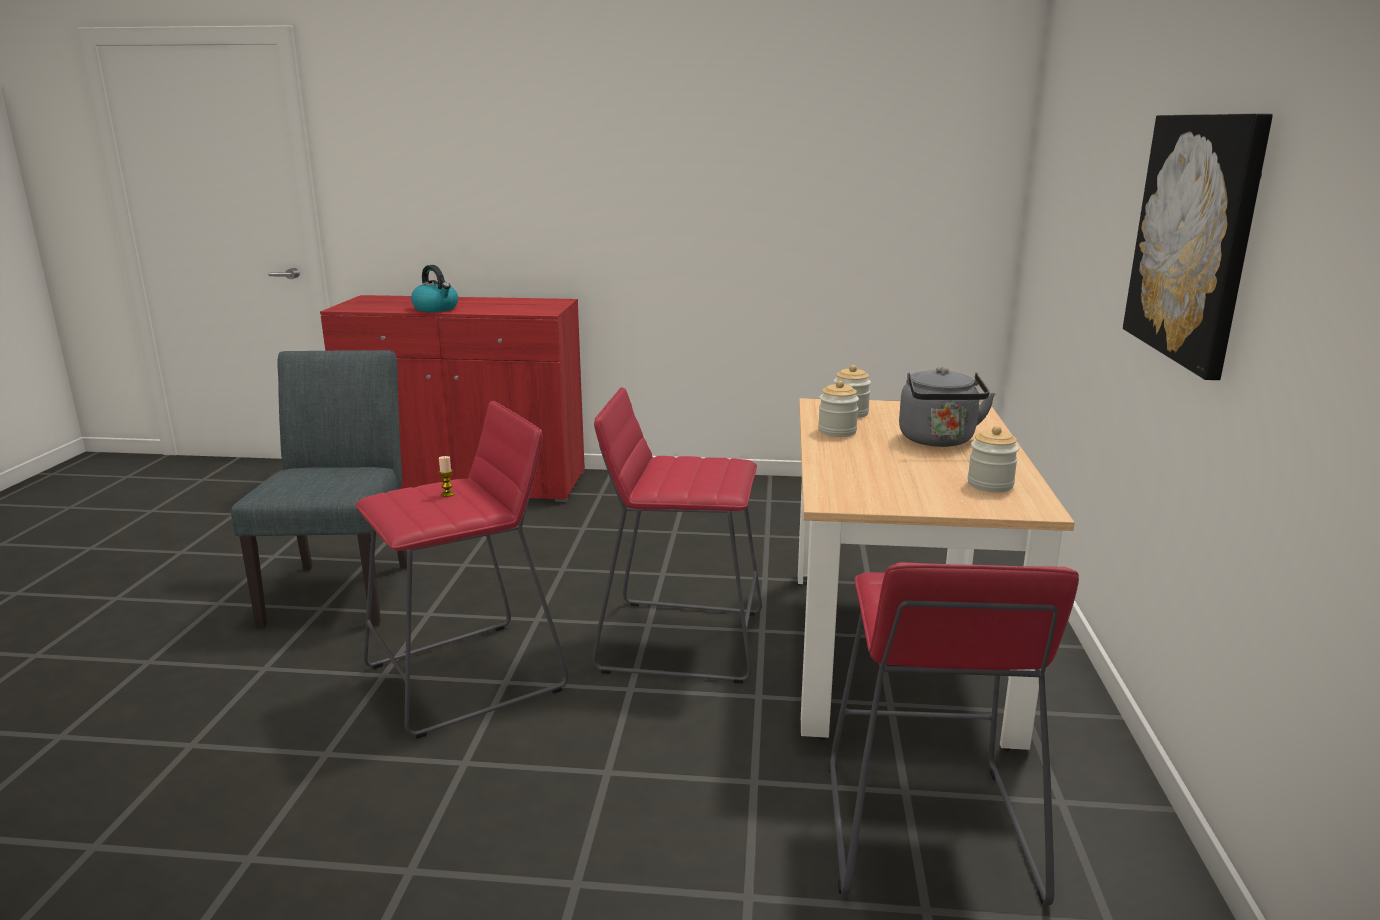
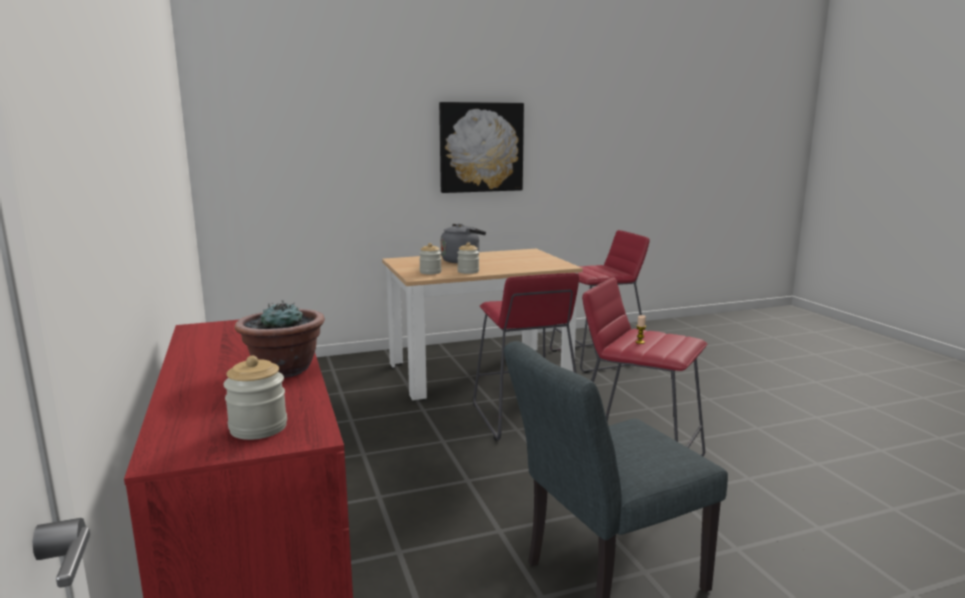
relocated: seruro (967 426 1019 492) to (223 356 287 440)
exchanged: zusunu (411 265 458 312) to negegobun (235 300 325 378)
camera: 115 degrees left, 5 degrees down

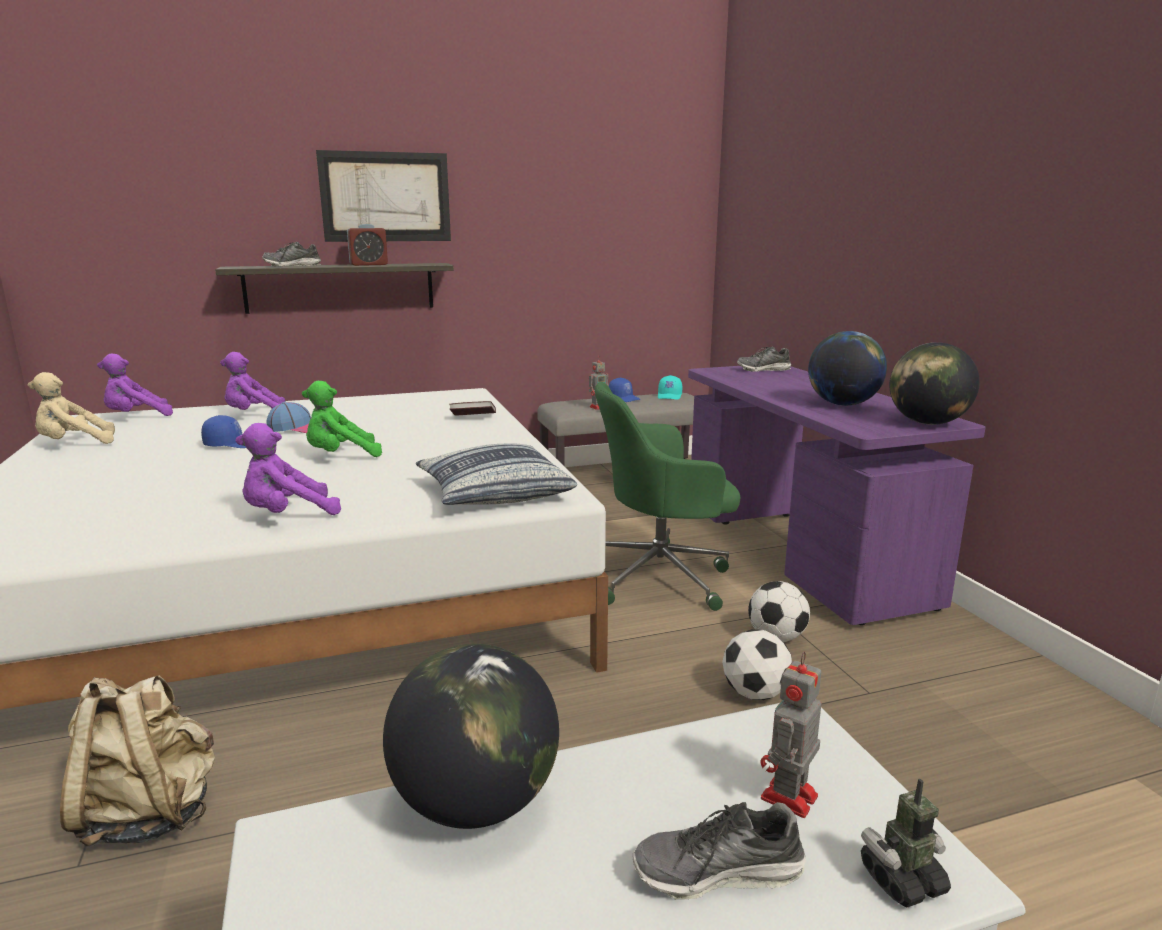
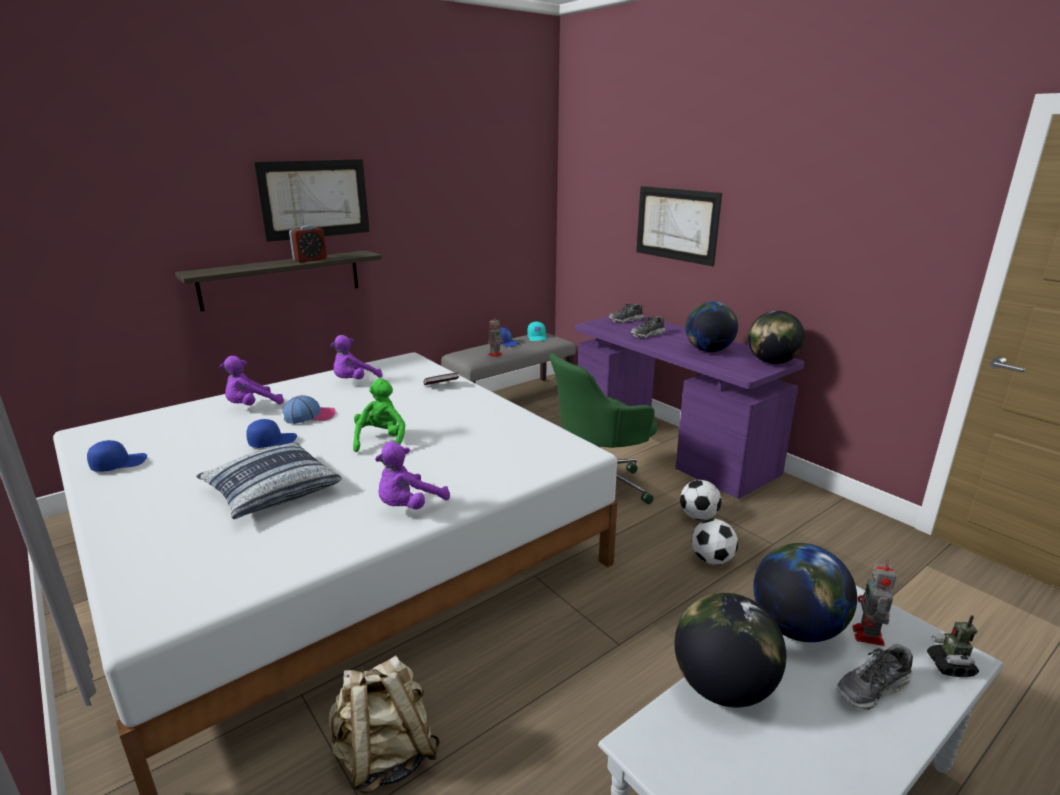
appeared: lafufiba (636 186 722 266); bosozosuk (753 543 857 642)
relocated: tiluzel (262 242 321 266) to (631 316 665 338); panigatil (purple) (97 354 173 416) to (331 335 383 379); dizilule (416 444 577 505) to (196 442 342 519)
exchanged: panigatil (beige) (28 372 115 444) to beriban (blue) (87 440 147 472)
spun: panigatil (green) (302 381 382 457) = (353 378 405 452) 135 degrees clockwise; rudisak (861 779 951 907) = (927 616 979 677) 45 degrees counterclockwise
camera: 20 degrees left, 5 degrees up

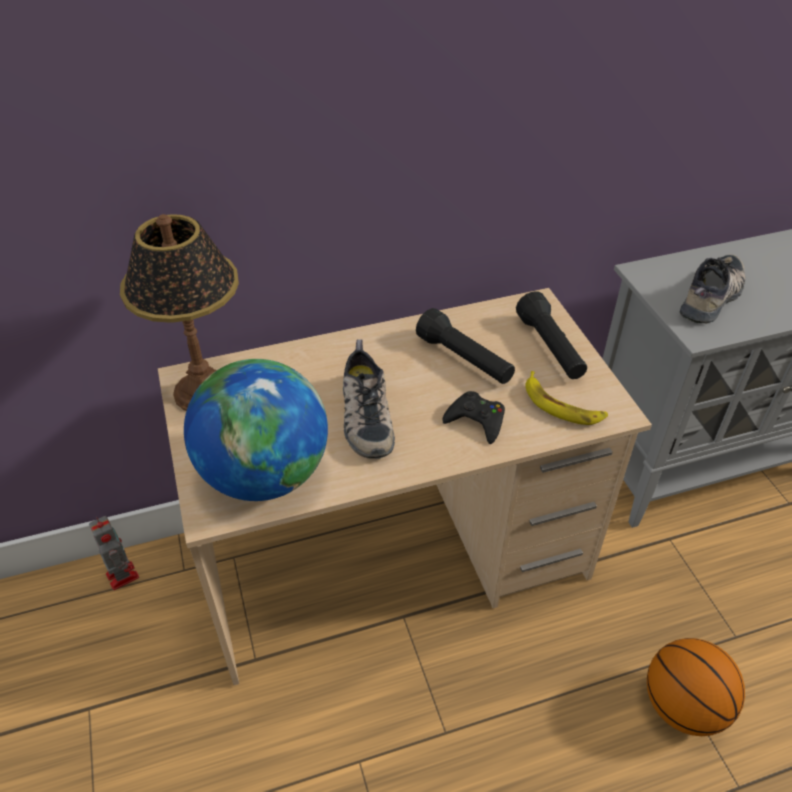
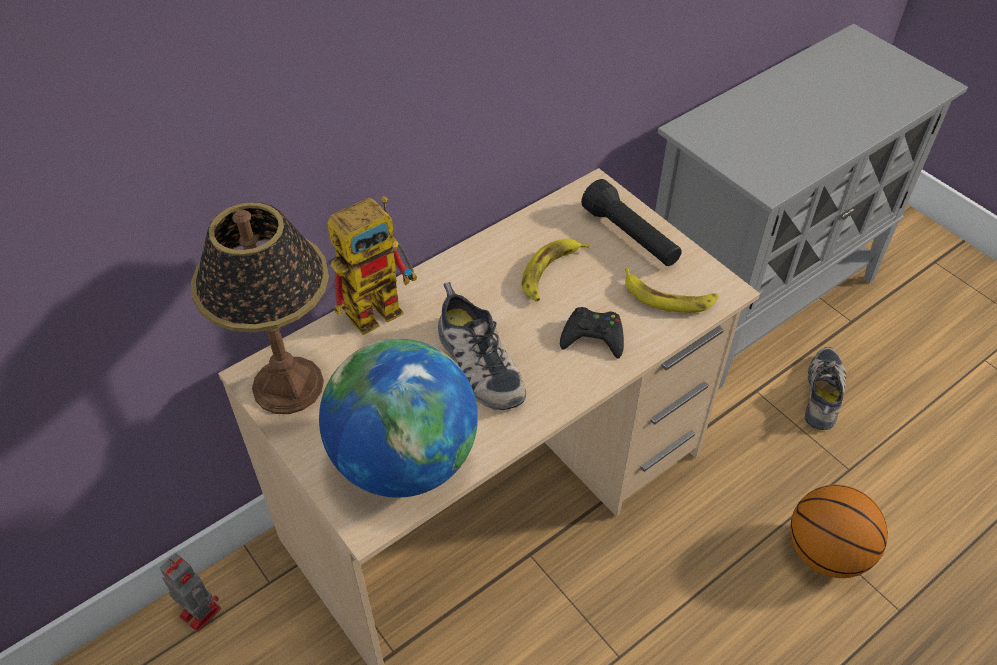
appeared: rudisak (327 196 417 335)
relocated: tiluzel (680 255 745 324) to (805 347 846 430)
exchanged: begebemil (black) (416 308 515 384) to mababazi (521 239 590 302)
camera: 20 degrees left, 5 degrees up

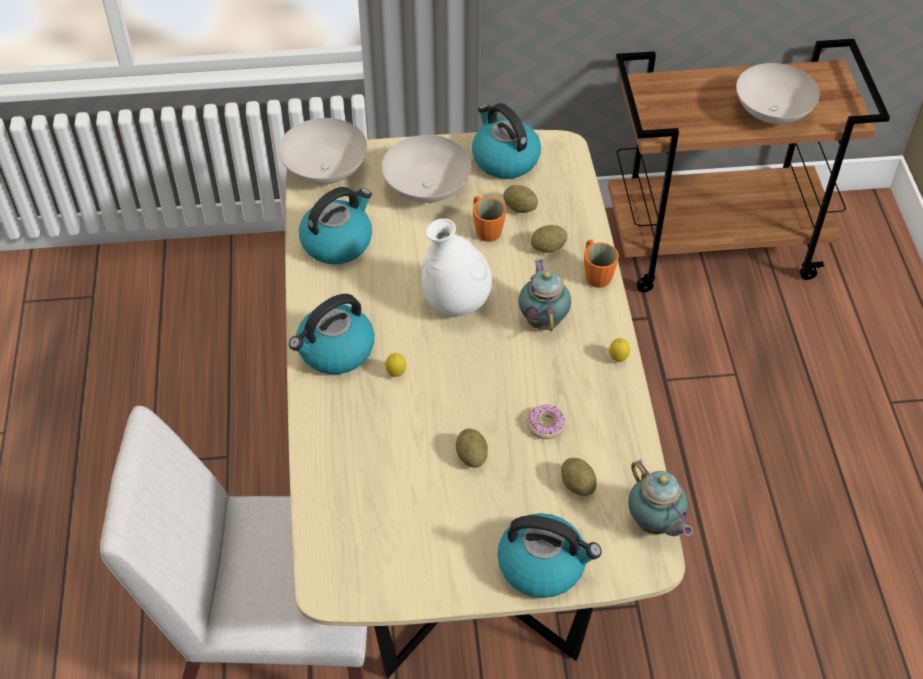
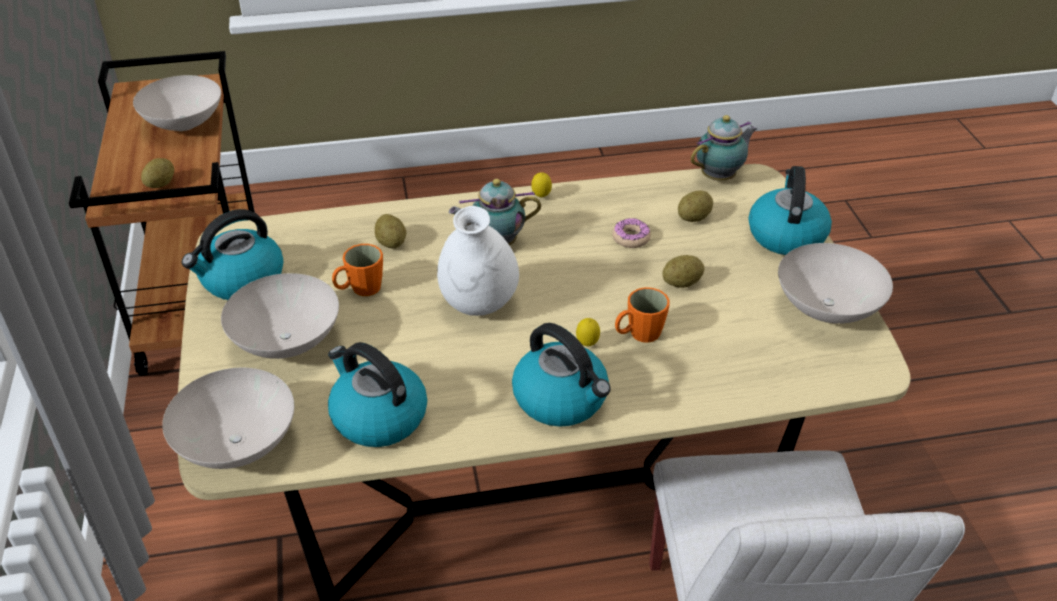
appeared: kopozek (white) (778 243 893 324)
relocated: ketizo (503 185 538 213) to (141 158 174 188); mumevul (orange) (584 240 619 288) to (615 287 670 343)
camera: 95 degrees left, 10 degrees down

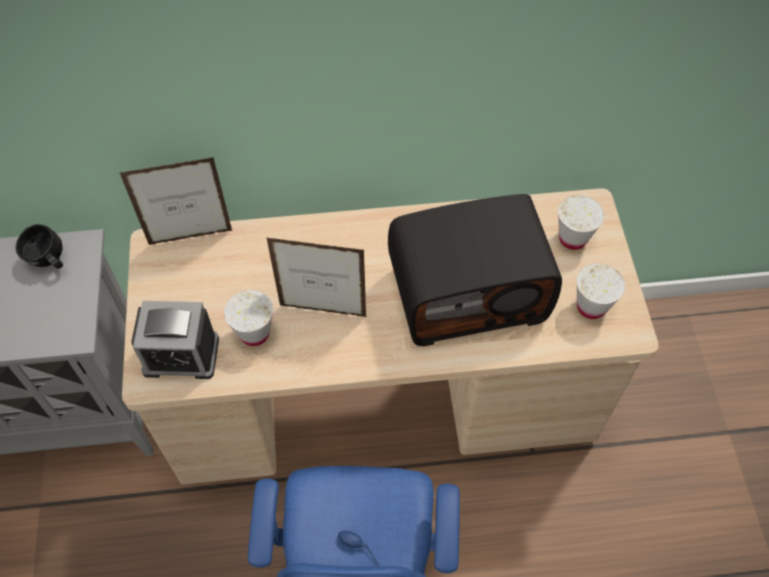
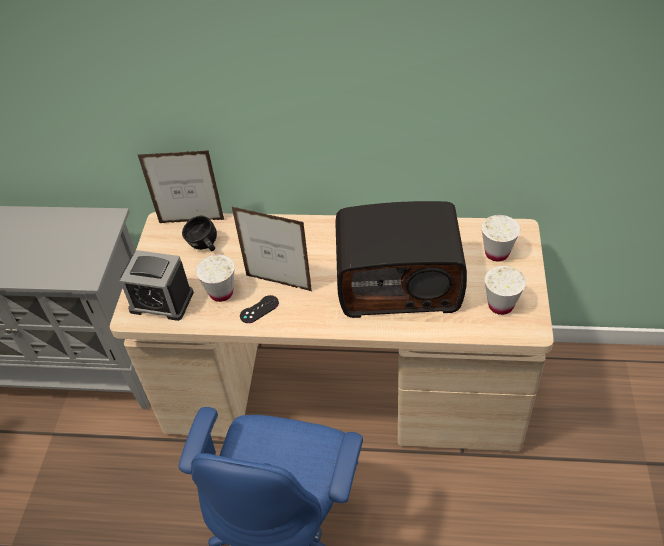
appeared: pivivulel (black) (240 295 279 323)
relocated: mumevul (black) (16 224 63 269) to (182 215 217 251)
camera: 15 degrees right, 10 degrees down

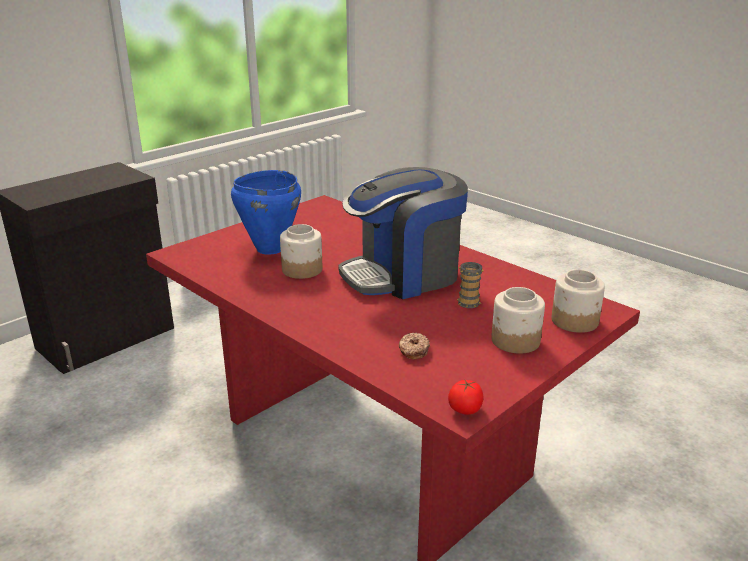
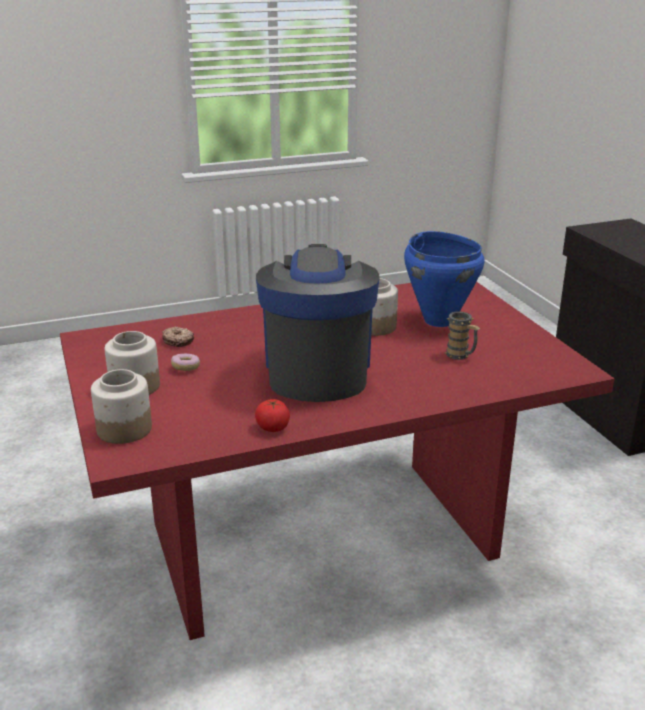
appeared: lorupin (171 354 200 371)
relocated: mumevul (457 262 484 308) to (445 311 480 360); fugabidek (448 379 483 415) to (255 399 290 432)
camera: 115 degrees right, 0 degrees up

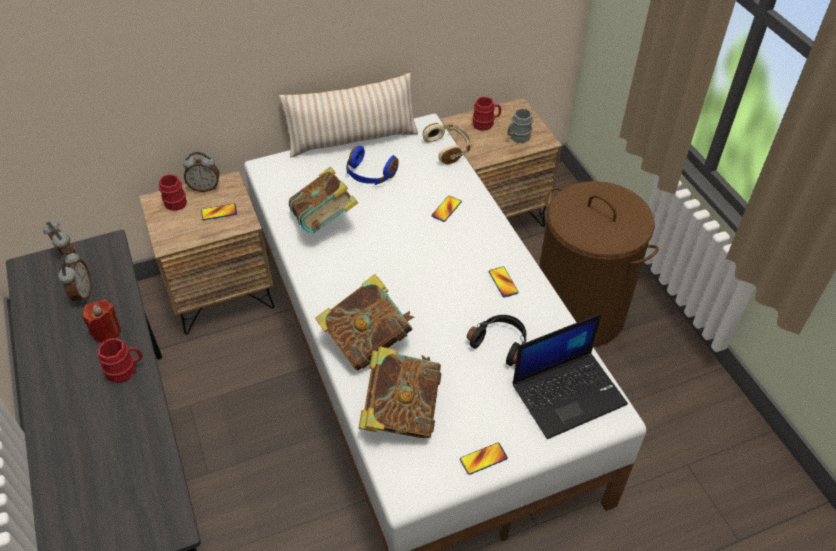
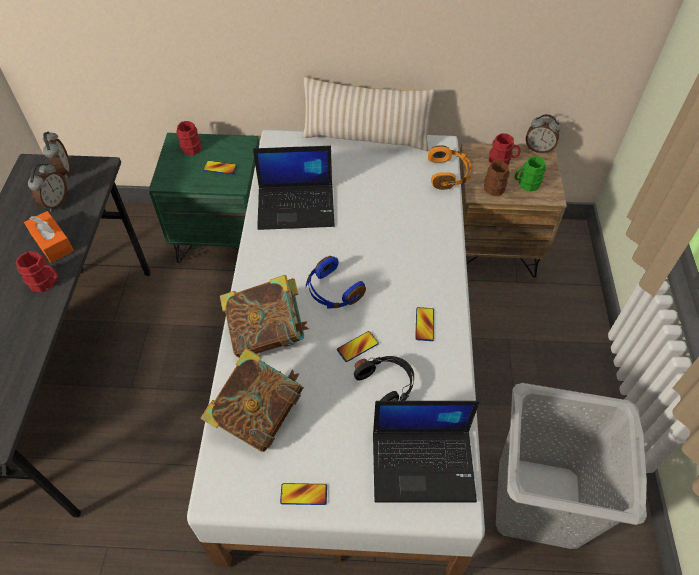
missing: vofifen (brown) (539 181 659 347)
appeared: mumevul (brown) (484 160 510 196); vofifen (grey) (496 383 647 549)
relocated: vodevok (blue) (346 146 399 185) to (306 256 366 309); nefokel (183 152 219 192) to (526 114 561 153); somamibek (431 196 462 222) to (337 331 379 362)
exchanged: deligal (289 167 358 233) to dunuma (253 146 335 230); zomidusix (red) (82 299 121 343) to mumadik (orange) (24 211 74 263)
colour: mumevul (grey) (507 108 533 143) to mumevul (green) (515 156 546 191); vodevok (beige) (423 123 472 164) to vodevok (orange) (428 145 471 190); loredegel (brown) (139 171 275 335) to loredegel (green) (148 133 259 263)
camera: 25 degrees right, 5 degrees up

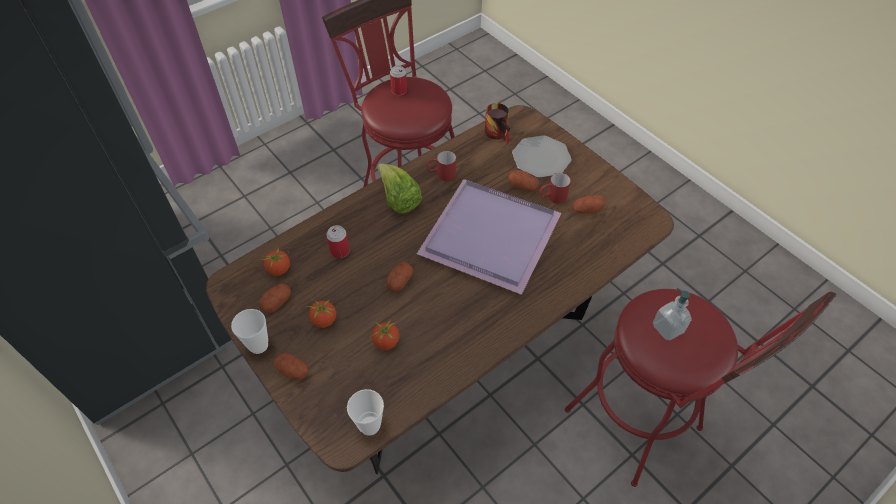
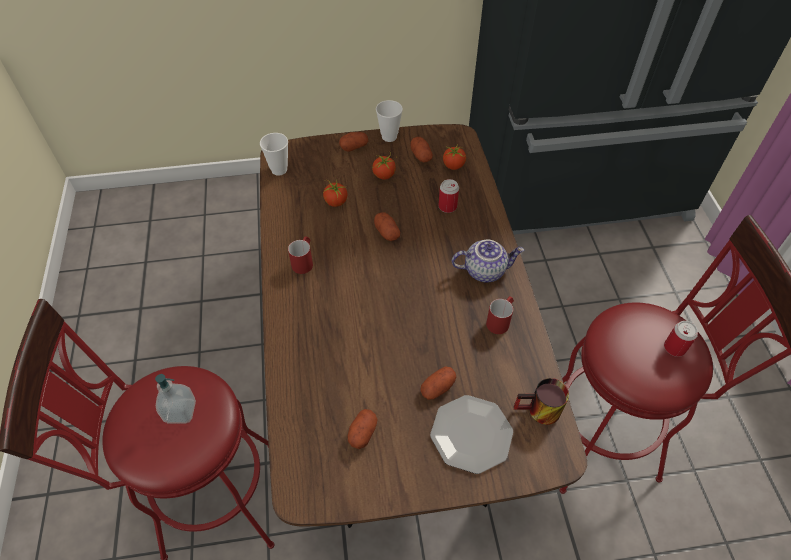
missing: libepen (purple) (417 179 562 295)
relocated: mumevul (red) (539 173 571 204) to (288 236 313 274)
exchanged: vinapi (377 163 422 214) to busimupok (452 240 524 283)
camera: 120 degrees right, 0 degrees up

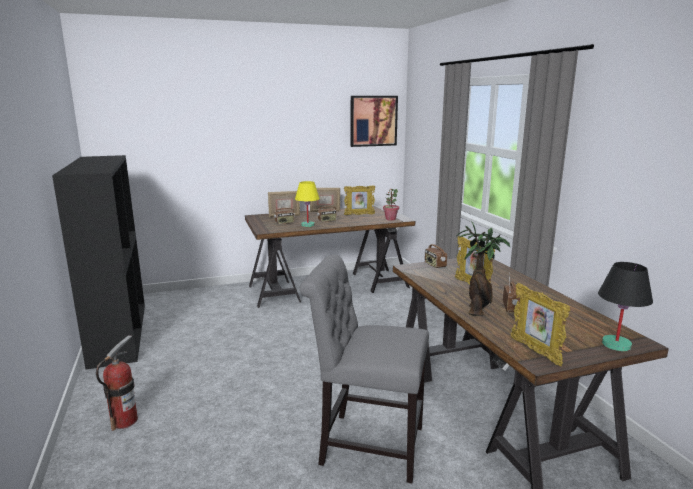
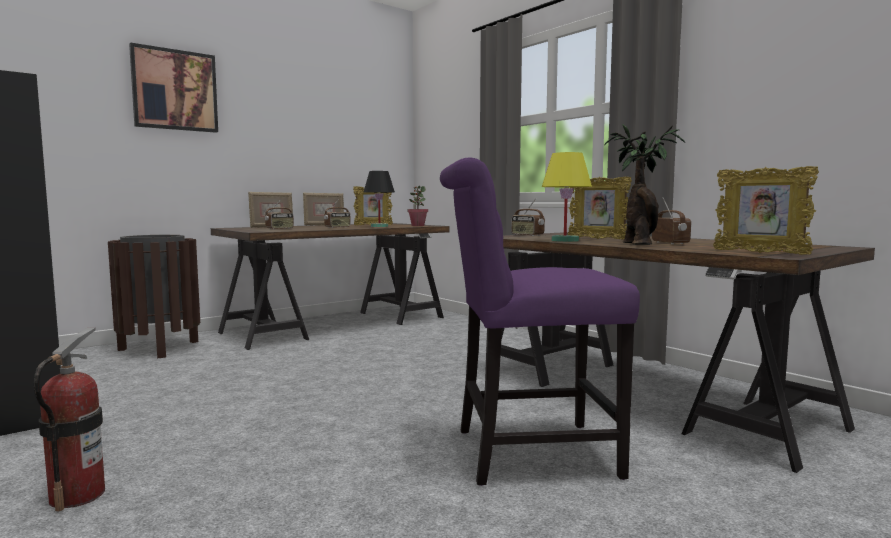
appeared: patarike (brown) (108 235 200 359)
relocated: lafufiba (351 96 398 147) to (129 43 218 133); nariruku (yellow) (295 181 320 227) to (542 152 592 242); nariruku (black) (598 262 653 351) to (364 171 395 227)
colour: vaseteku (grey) (300 255 429 483) to vaseteku (purple) (440 158 640 486)
camera: 20 degrees left, 10 degrees down

